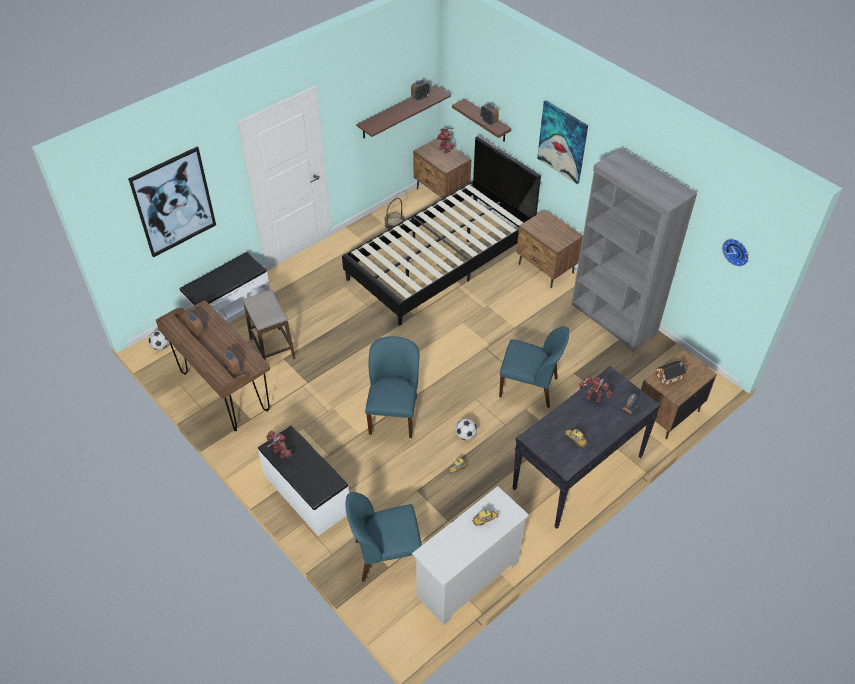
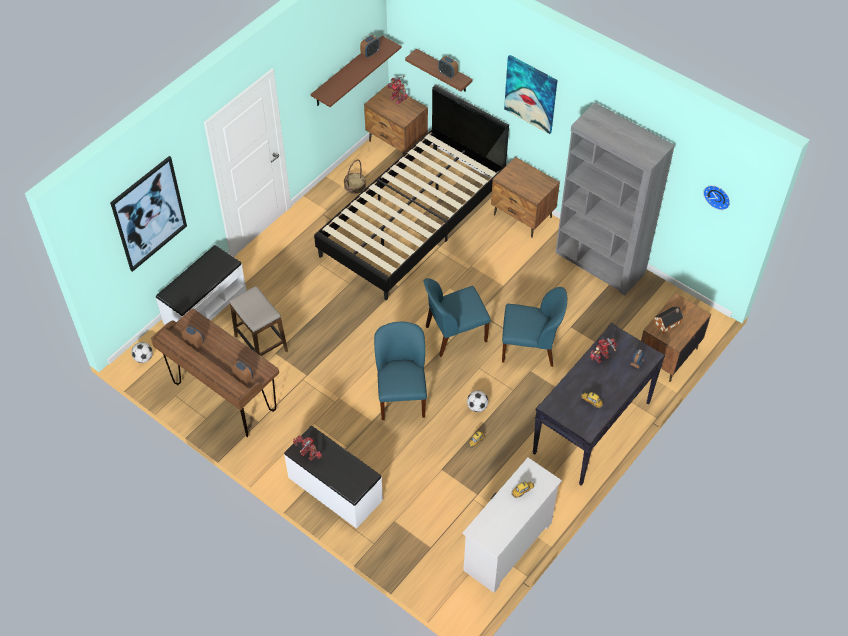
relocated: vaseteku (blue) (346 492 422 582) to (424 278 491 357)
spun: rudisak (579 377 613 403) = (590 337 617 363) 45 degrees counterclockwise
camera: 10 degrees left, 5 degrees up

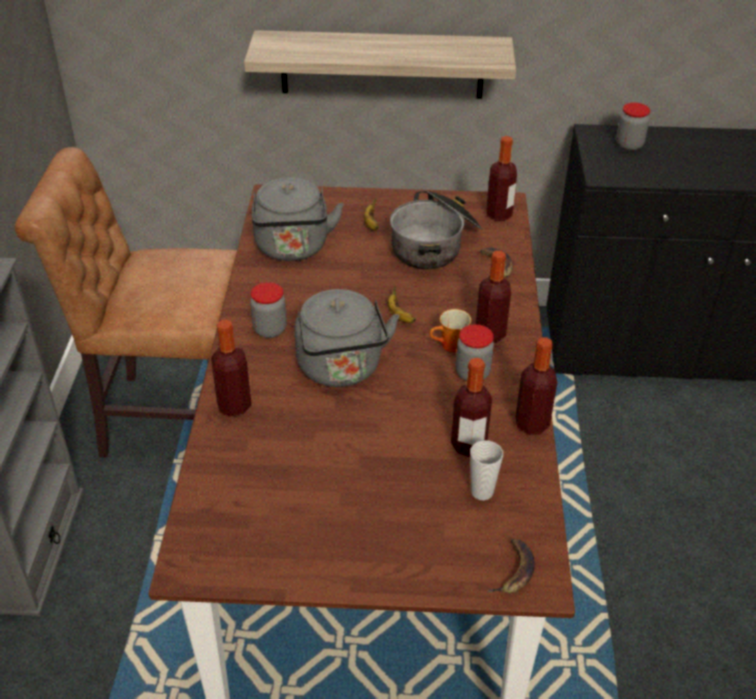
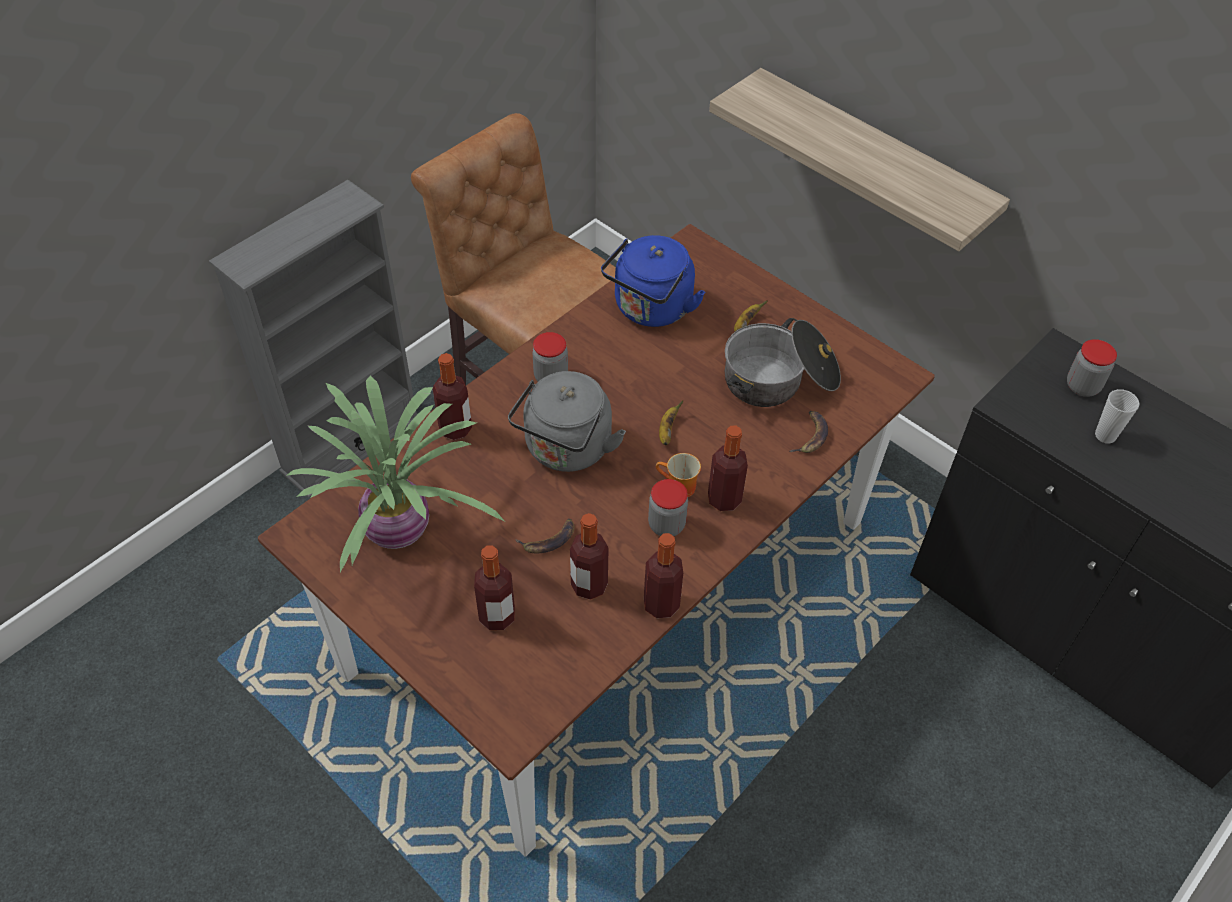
appeared: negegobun (286 376 504 572)
relocated: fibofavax (486 136 517 221) to (474 546 515 630); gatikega (470 440 503 500) to (1095 389 1140 444); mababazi (488 539 535 593) to (515 518 575 553)
colour: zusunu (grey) (252 177 344 261) to zusunu (blue) (601 235 705 327)
camera: 40 degrees right, 10 degrees up

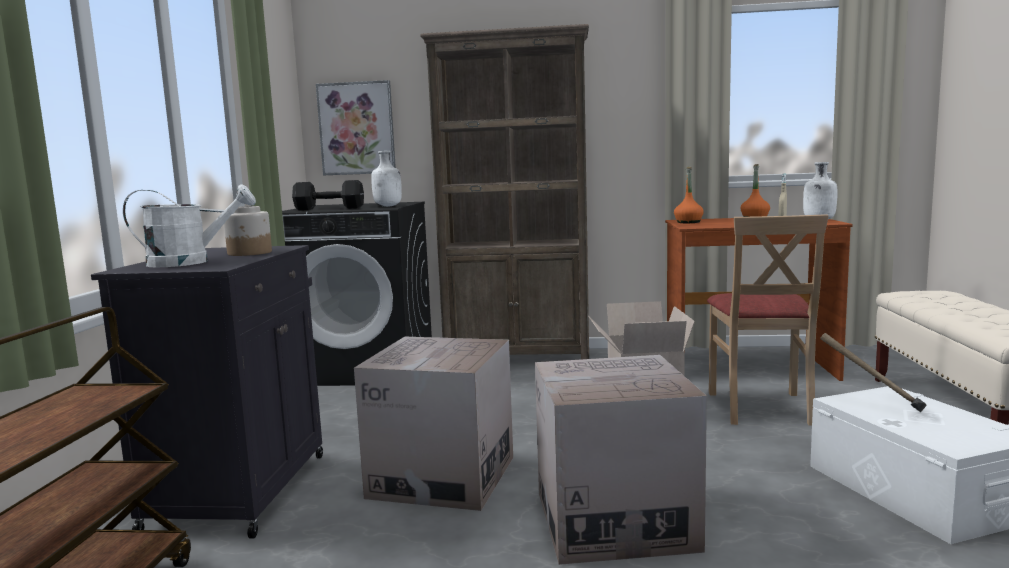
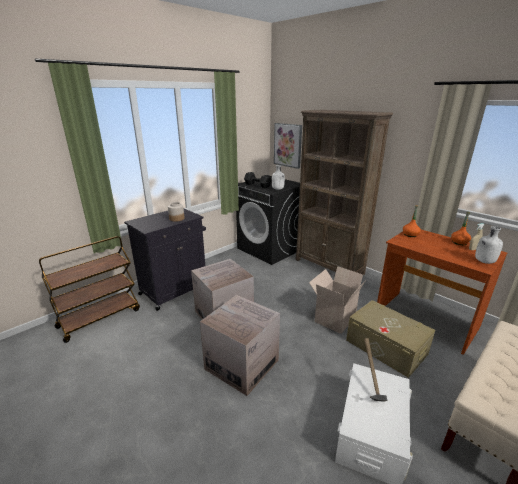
missing: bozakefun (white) (123 184 256 267)
exchanged: vaseteku (beige) (707 214 829 426) to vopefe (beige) (346 300 435 378)
camera: 40 degrees right, 15 degrees up

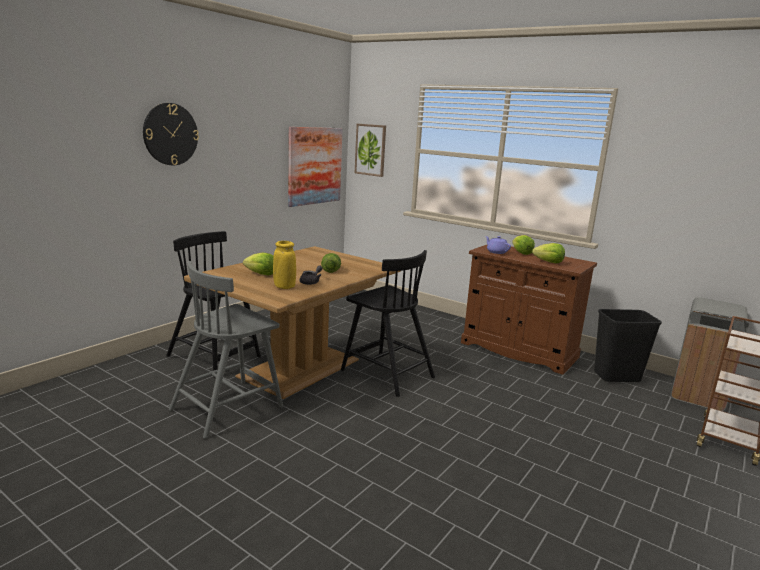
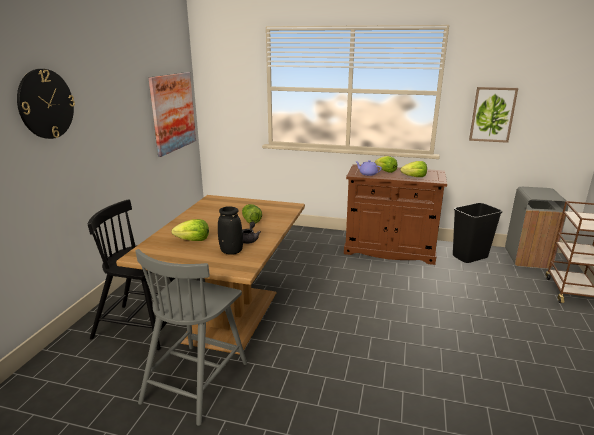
missing: vaseteku (black) (341 250 435 397)
relocated: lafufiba (355 124 386 177) to (469 87 518 143)
colour: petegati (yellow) (273 241 296 289) to petegati (black) (218 206 243 255)
camera: 20 degrees left, 5 degrees up

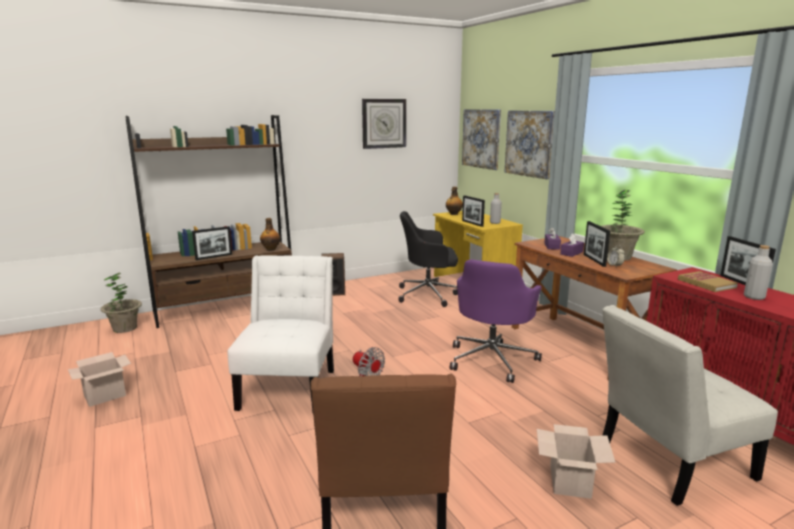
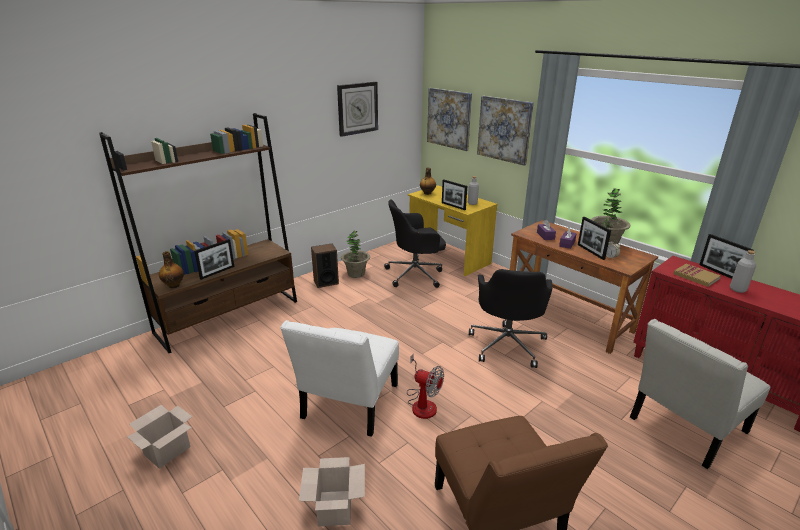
relocated: fibofavax (260 218 280 251) to (159 251 184 288); negegobun (100 272 142 333) to (341 231 370 278); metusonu (537 424 616 499) to (299 457 365 526)
colour: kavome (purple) (450 259 542 383) to kavome (black) (469 269 552 368)
spun: vaseteku (white) (227 255 334 412) = (280 320 399 437) 150 degrees counterclockwise
camera: 15 degrees left, 10 degrees up

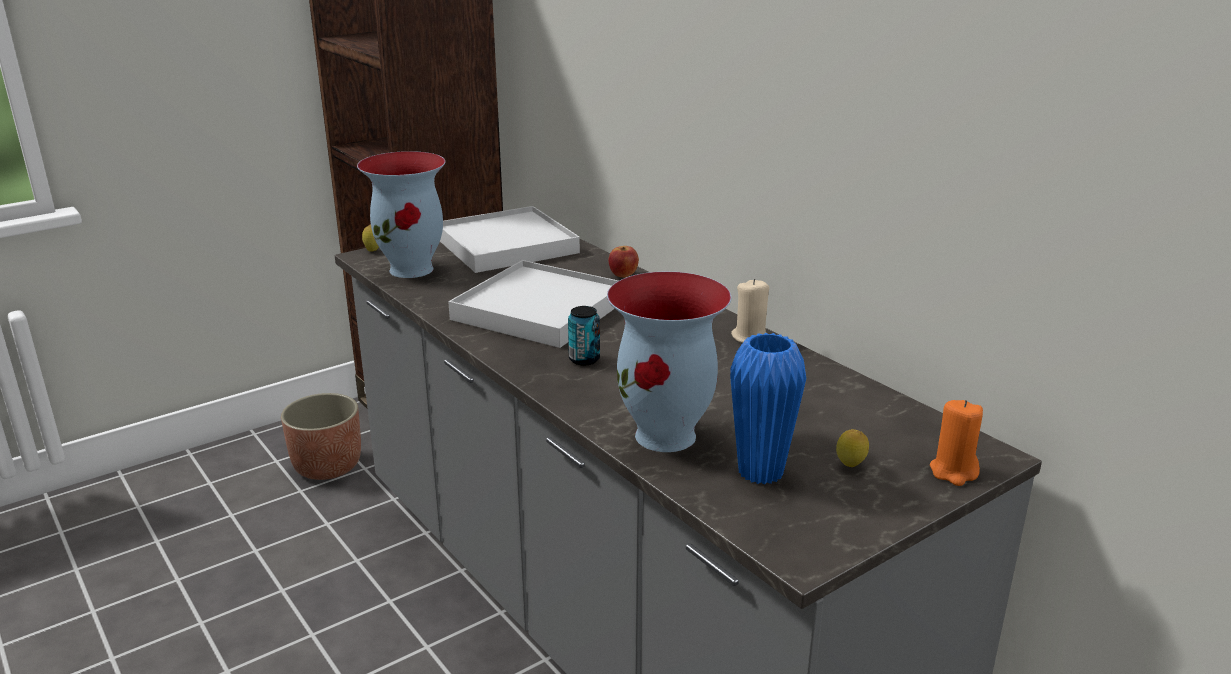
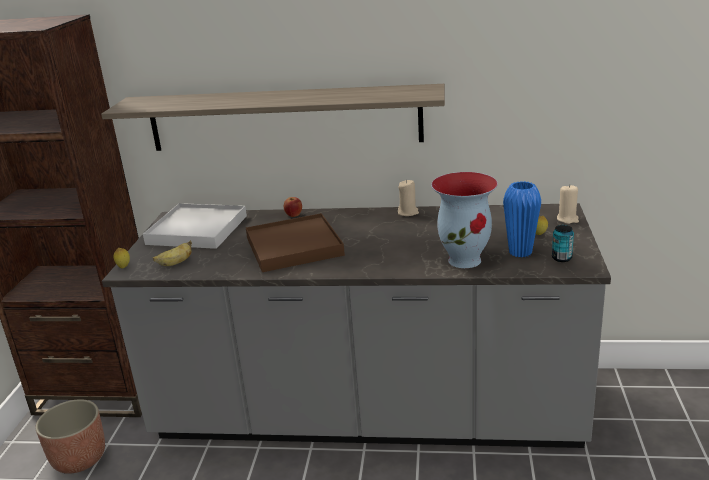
appeared: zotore (101 84 445 151)
relocated: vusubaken (568 306 600 365) to (552 225 574 262)
exchanged: petegati (357 151 446 278) to mababazi (153 241 192 266)
colour: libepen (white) (448 260 618 348) to libepen (brown) (246 213 345 272); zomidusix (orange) (930 400 983 486) to zomidusix (beige) (557 184 579 224)
camera: 45 degrees left, 0 degrees up

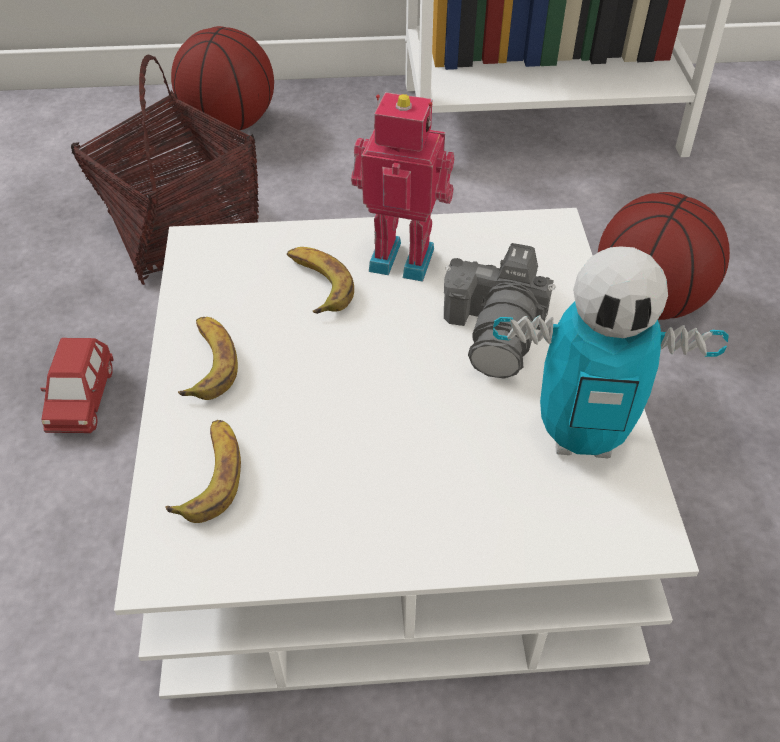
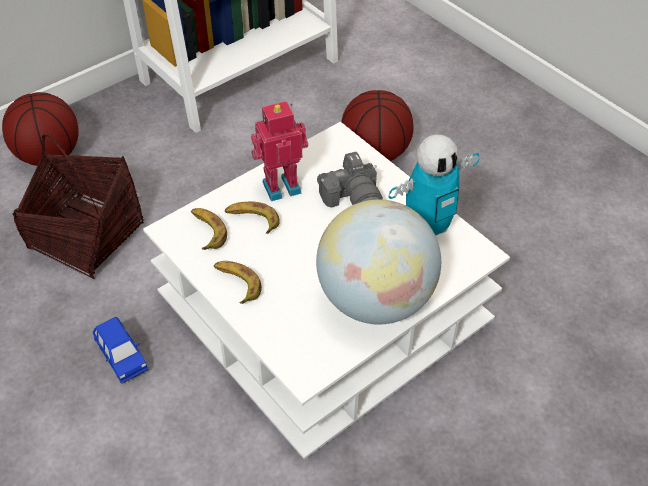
appeared: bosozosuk (316 199 441 324)
relocated: mababazi (165 420 241 523) to (191 208 227 250)
colour: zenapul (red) (40 338 114 433) to zenapul (blue) (93 317 148 384)
camera: 35 degrees left, 0 degrees up

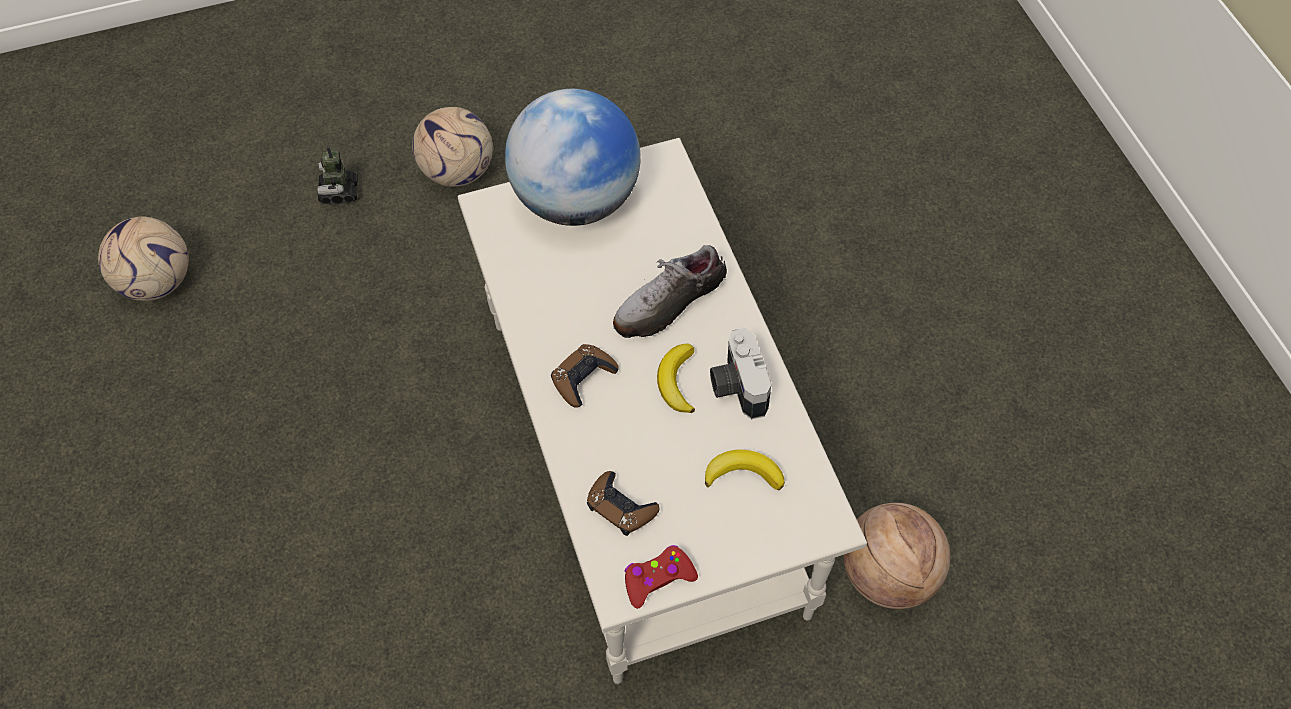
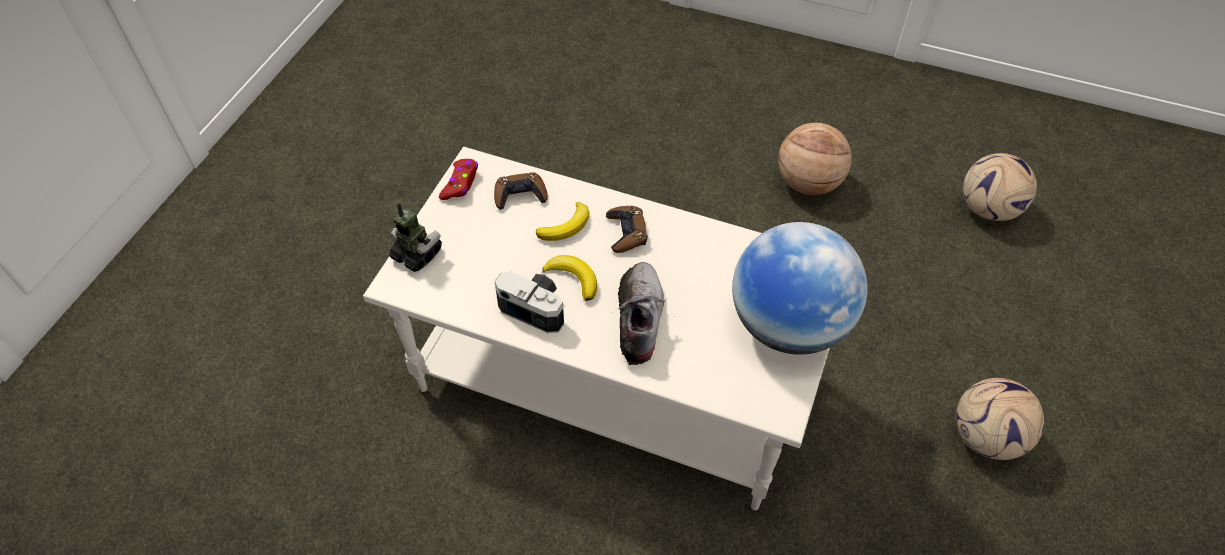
relocated: rudisak (318 147 358 204) to (389 203 442 272); mababazi (705 450 785 490) to (536 202 589 241); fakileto (844 503 950 609) to (778 123 852 195)
camera: 130 degrees right, 5 degrees down

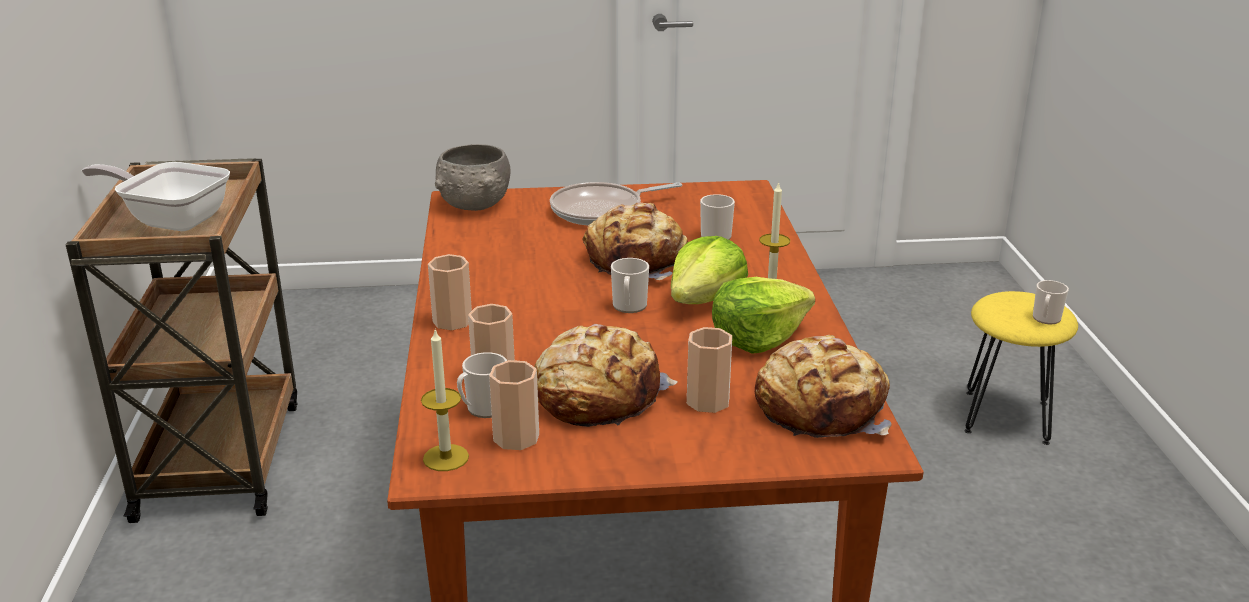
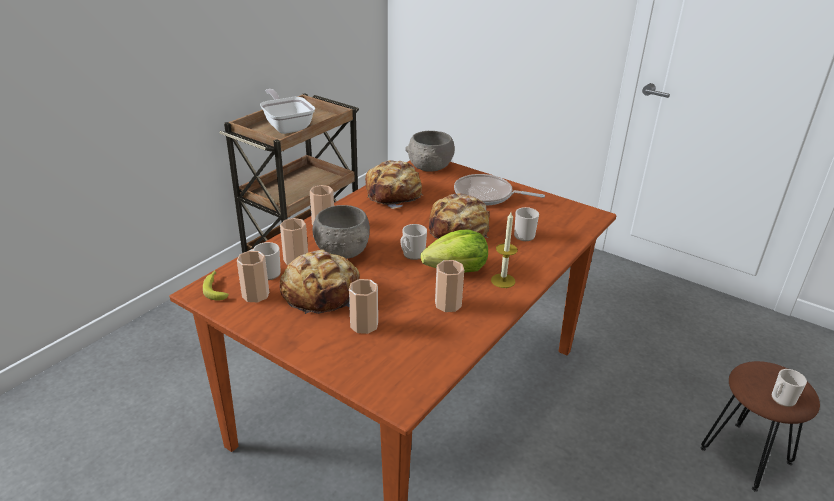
appeared: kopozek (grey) (313 205 370 259)
relocated: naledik (755 335 892 438) to (365 160 424 209)
exchanged: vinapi (712 277 815 354) to gatikega (435 260 464 312); zomidusix (421 328 469 471) to mababazi (203 270 229 301)
colour: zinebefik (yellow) (964 291 1078 445) to zinebefik (brown) (700 361 820 492)
camera: 40 degrees right, 5 degrees up

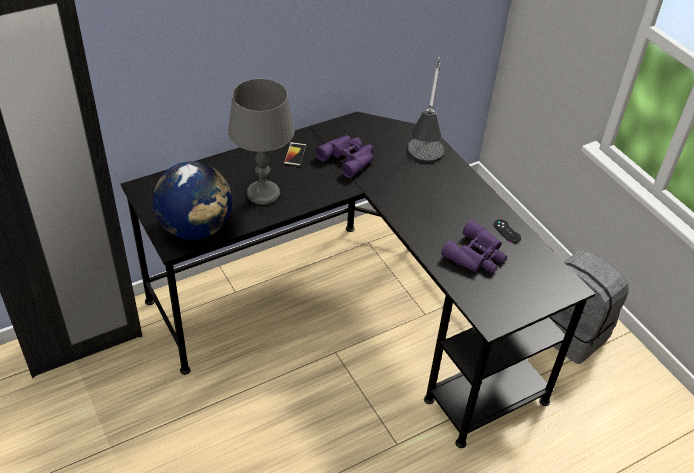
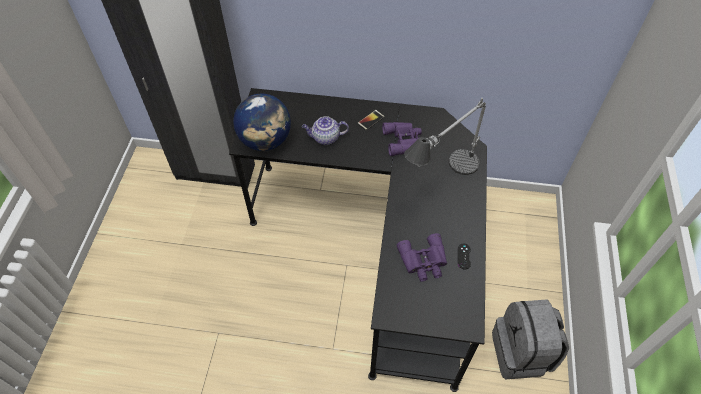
exchanged: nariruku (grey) (228 79 294 205) to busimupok (302 116 349 145)
camera: 40 degrees right, 10 degrees up

